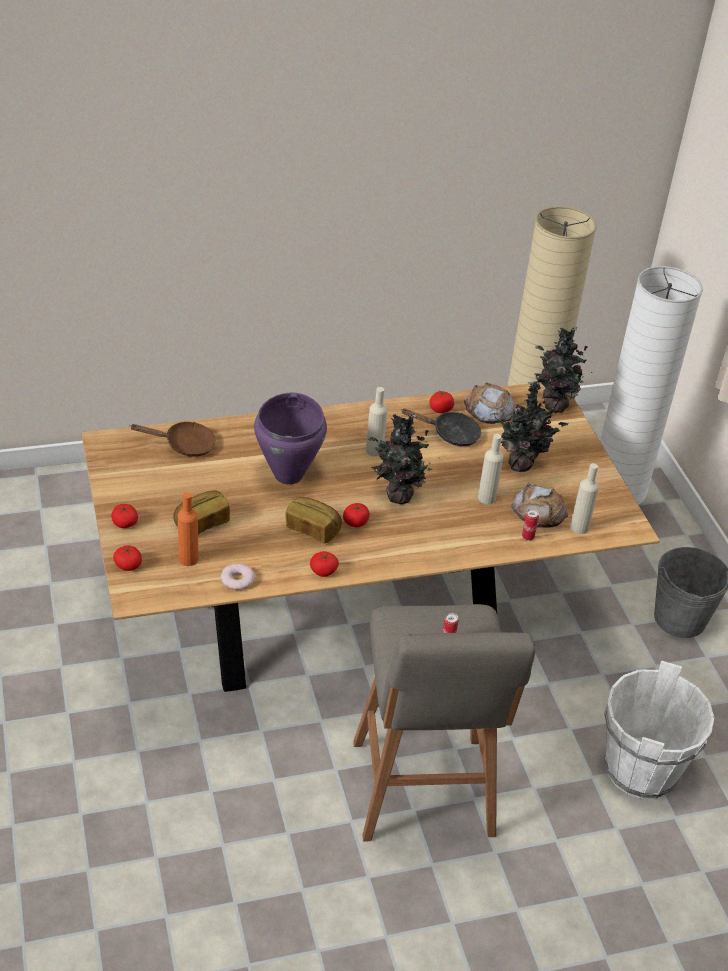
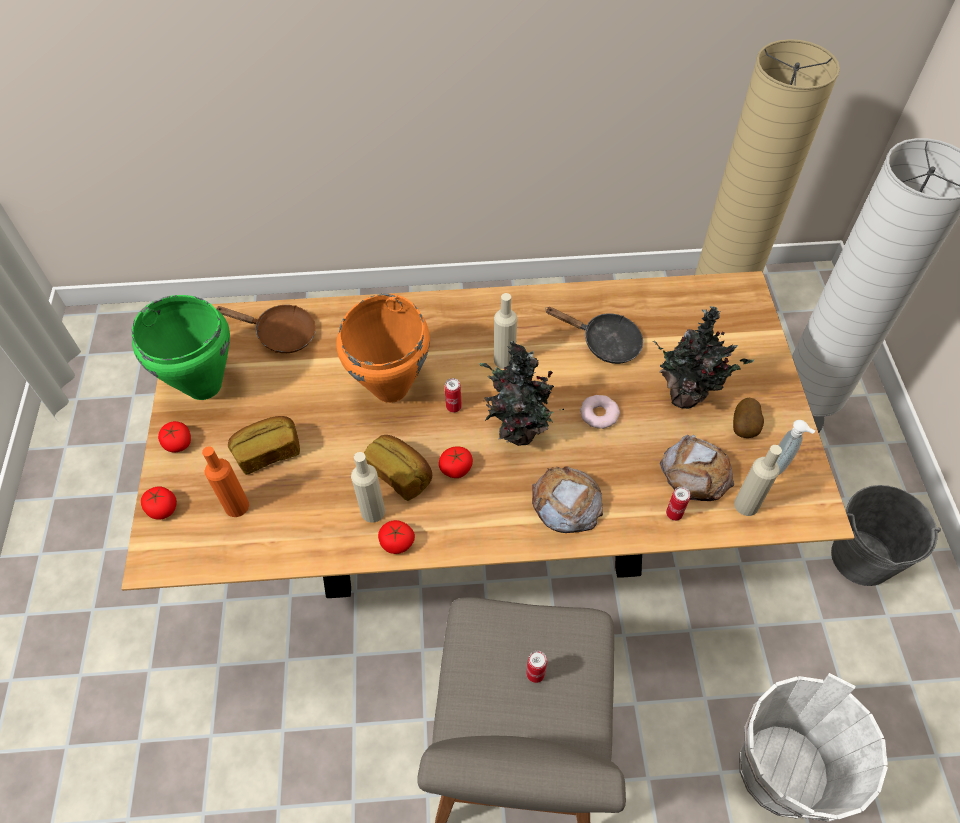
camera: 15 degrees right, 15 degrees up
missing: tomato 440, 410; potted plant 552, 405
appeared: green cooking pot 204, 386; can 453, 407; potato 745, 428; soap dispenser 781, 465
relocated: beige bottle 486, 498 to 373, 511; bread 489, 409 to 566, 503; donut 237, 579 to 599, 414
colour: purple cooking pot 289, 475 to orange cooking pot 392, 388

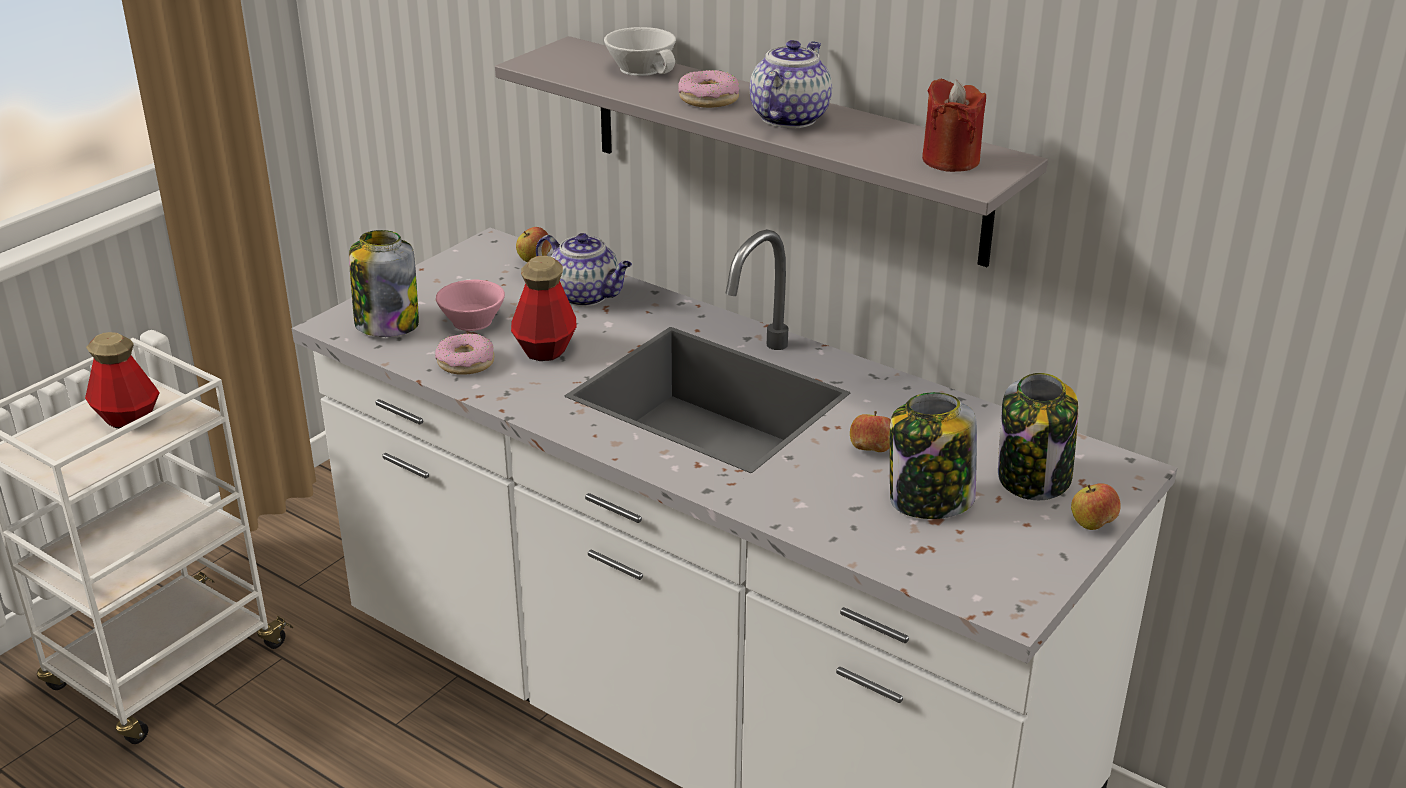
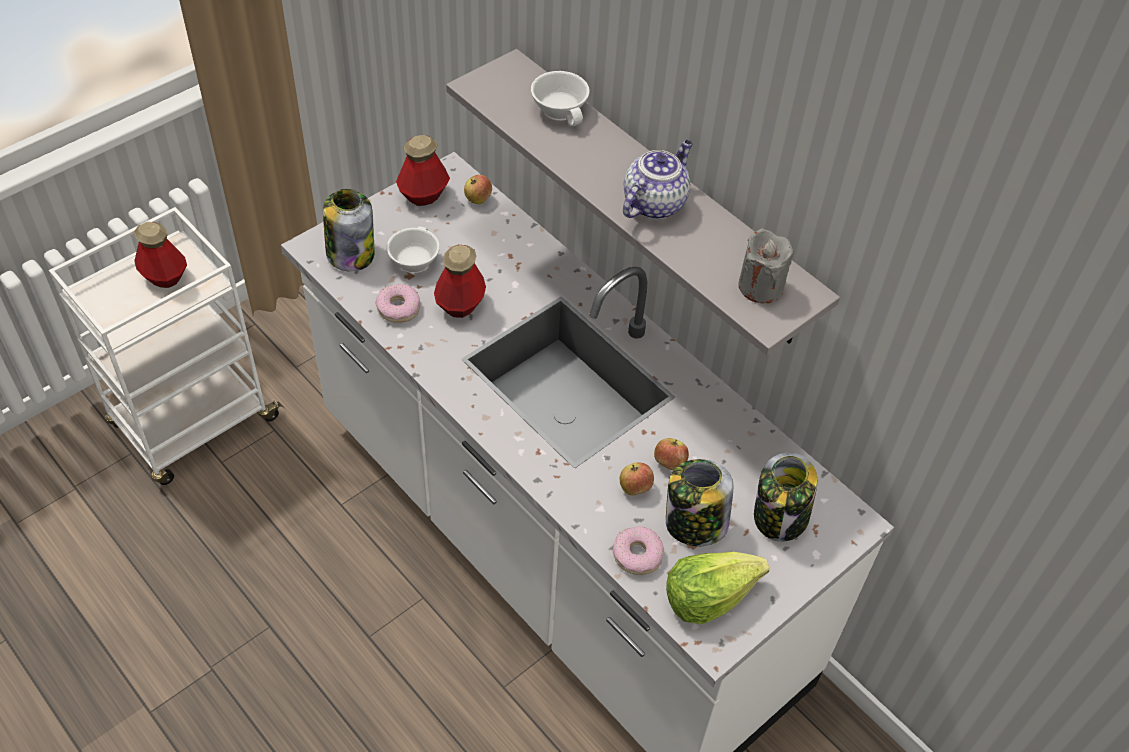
camera: 10 degrees right, 20 degrees up
missing: teapot 586, 296
appeared: bottle 424, 195; lettuce 708, 595
relocated: donut 709, 99 to 637, 555; apple 1092, 524 to 635, 487
colour: pink cup 470, 320 to white cup 412, 260; red candle 950, 160 to grey candle 760, 286

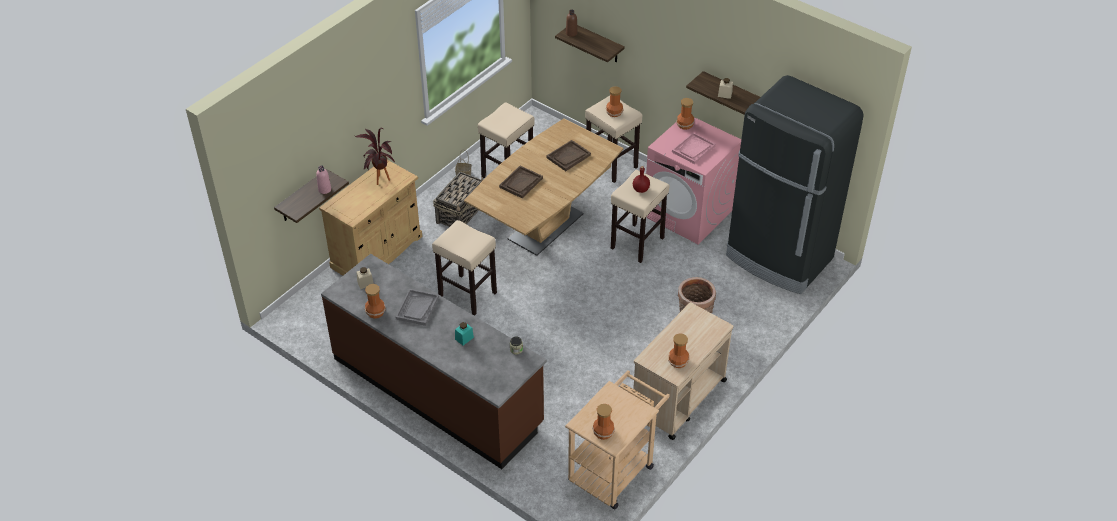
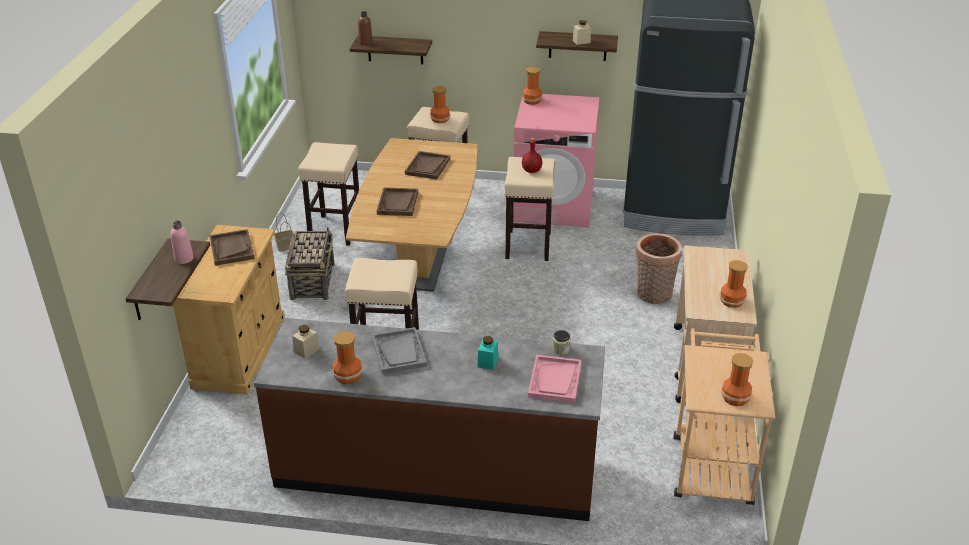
camera: 30 degrees left, 10 degrees down
relocated: pink tray 693, 149 to 555, 380
exchanged: potted plant 380, 183 to brown tray 231, 249

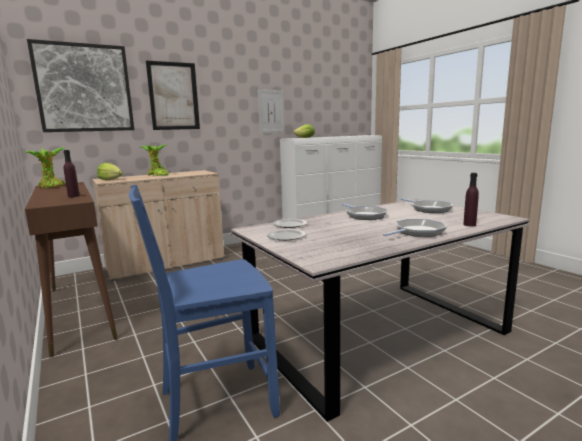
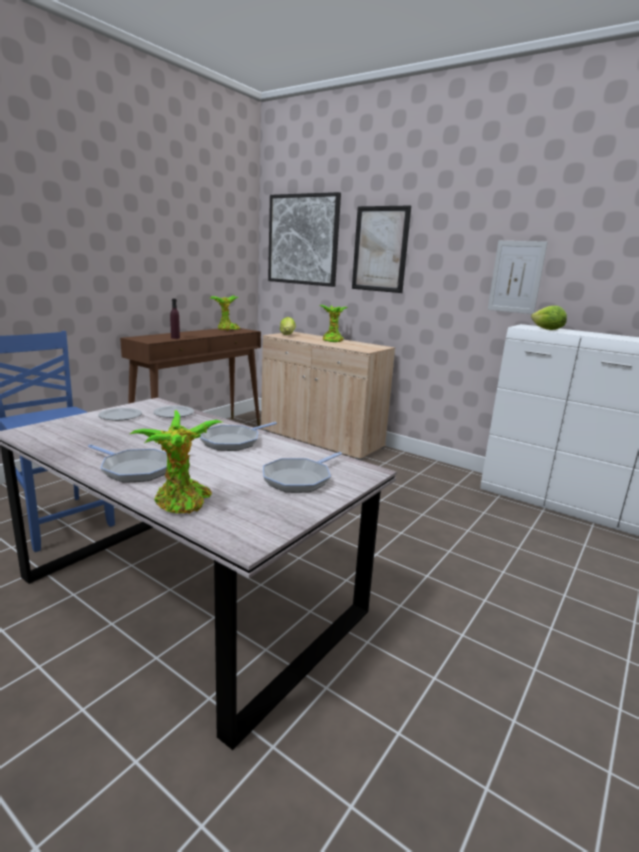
camera: 65 degrees right, 5 degrees up
exchanged: purple bottle 469, 225 to potted plant 182, 504

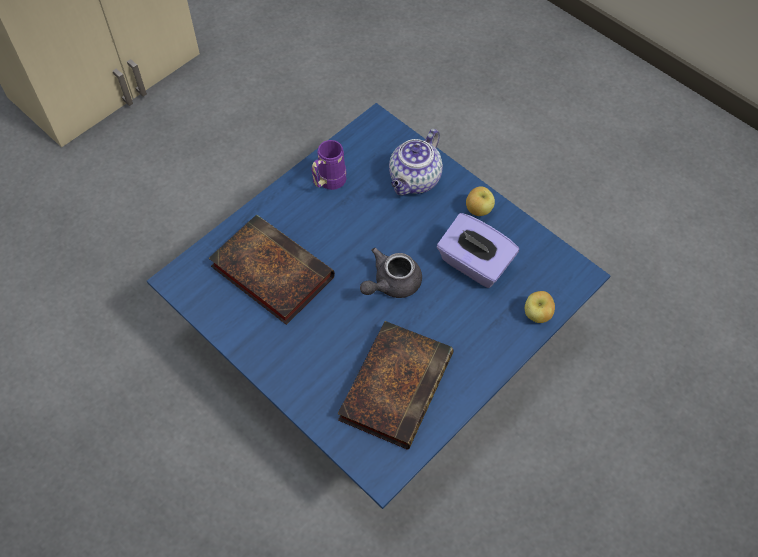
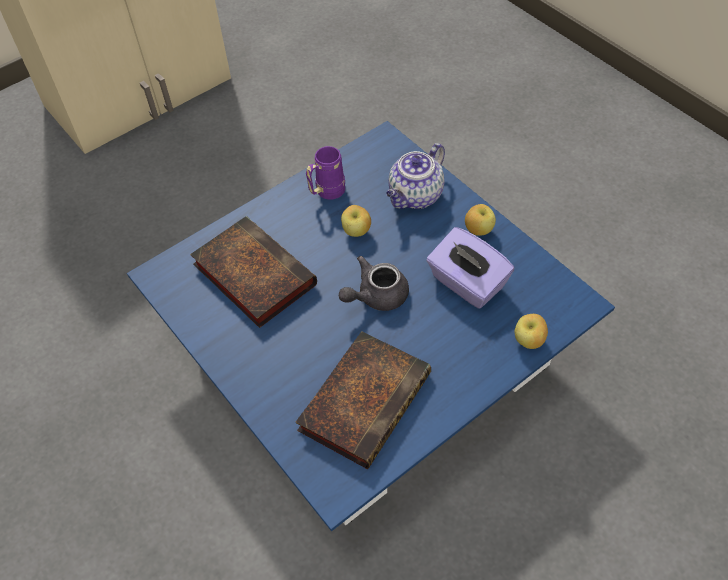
camera: 10 degrees right, 5 degrees down
appeared: apple 357, 231

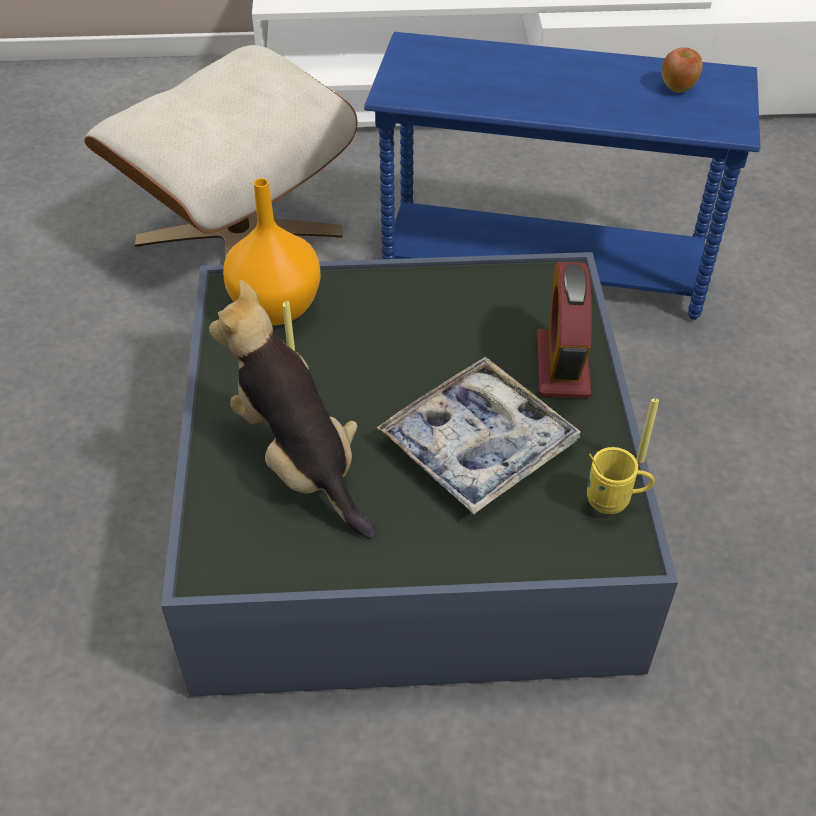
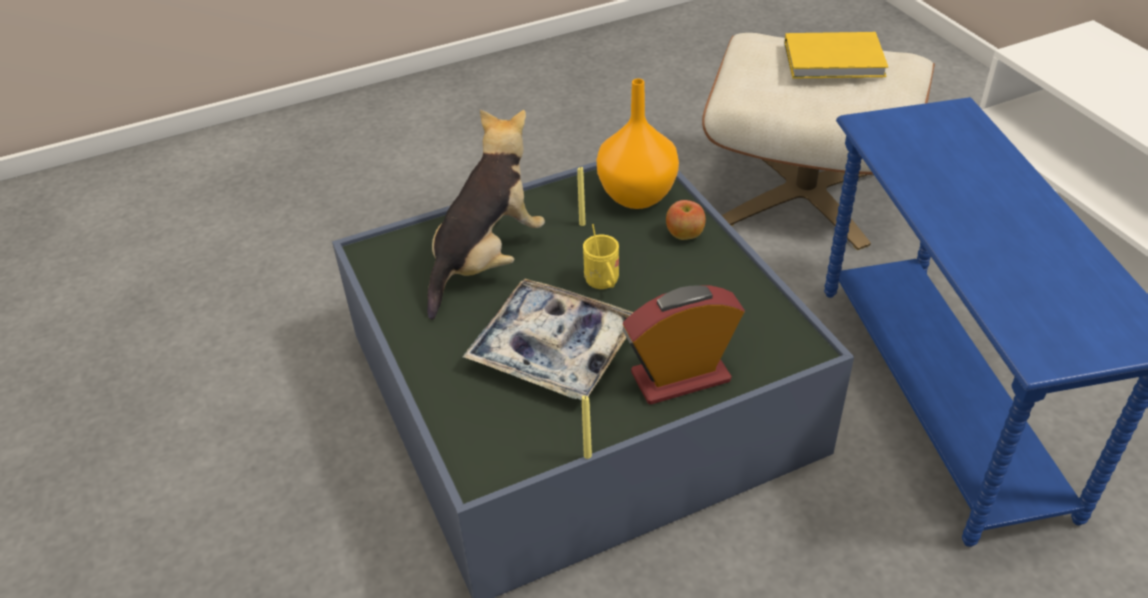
camera: 70 degrees right, 5 degrees down
appeared: yellow book 837, 60
relocated: yellow mug 614, 500 to 603, 284; apple 678, 87 to 685, 235

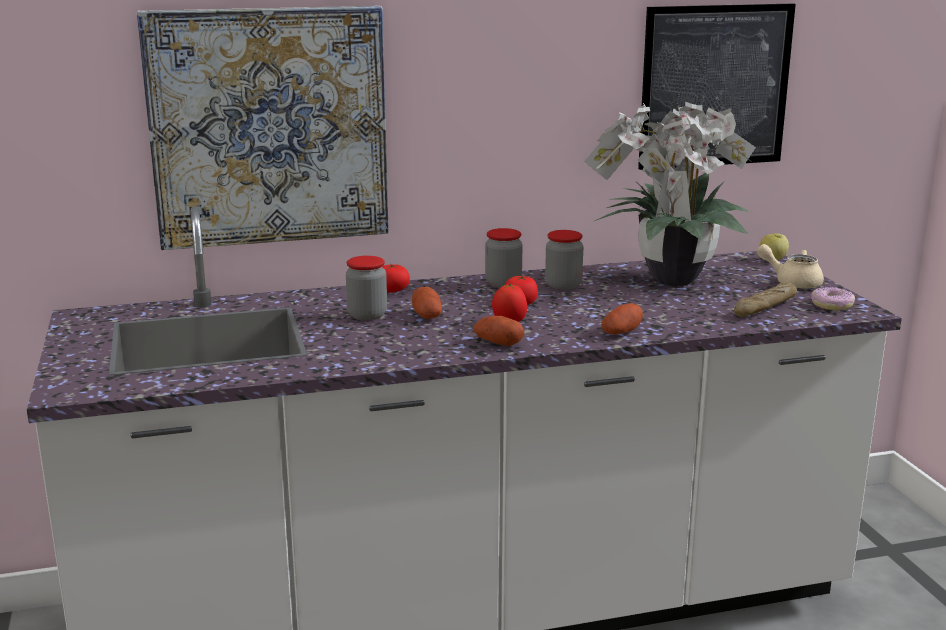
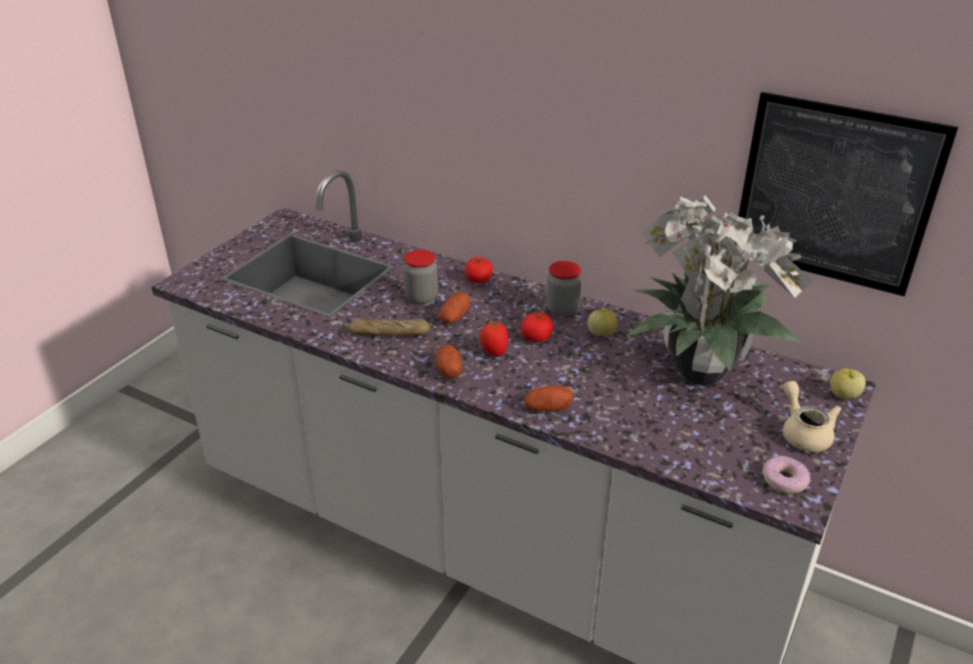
camera: 45 degrees right, 15 degrees up
missing: picture 269, 127
relocated: bread 765, 308 to 389, 334
exchanged: jar 563, 285 to apple 601, 334

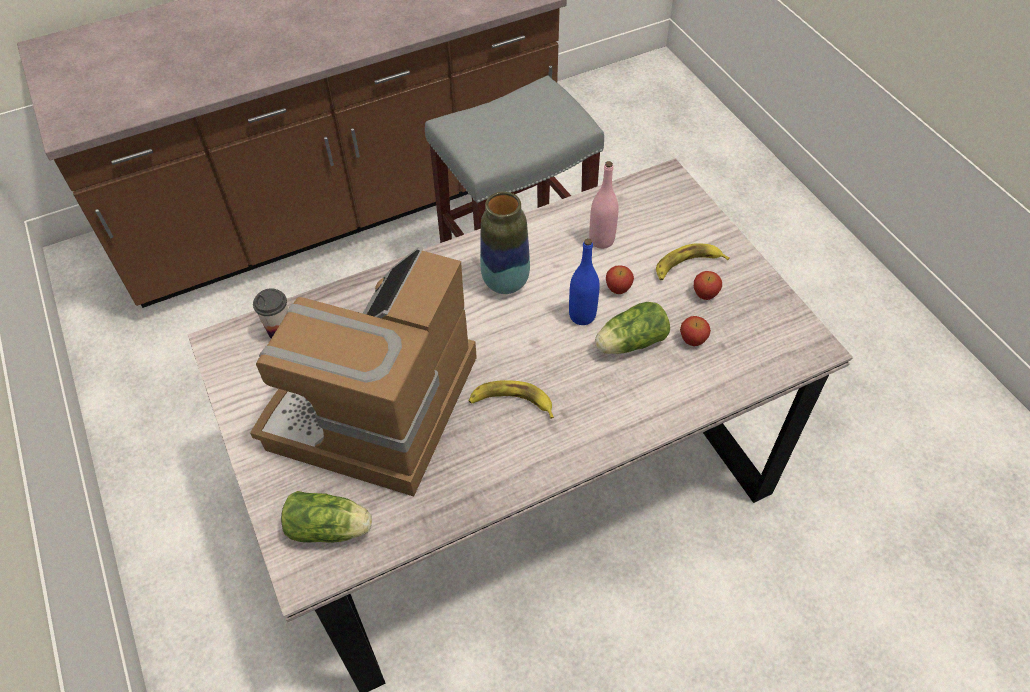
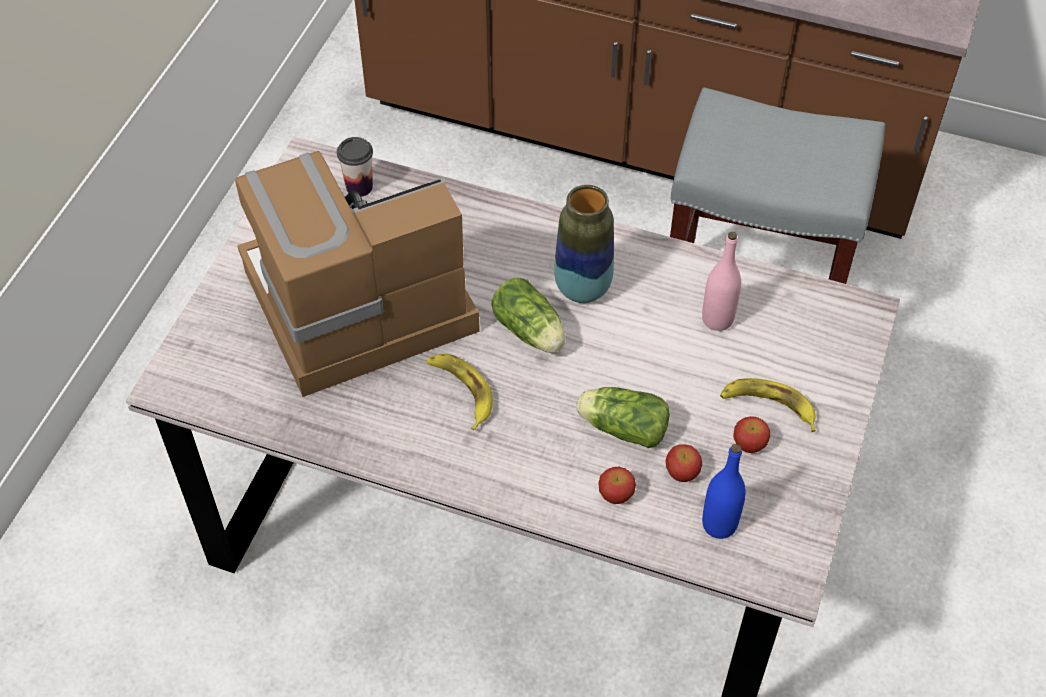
camera: 45 degrees right, 0 degrees up
relocated: lettuce 331, 528 to 531, 332; apple 618, 288 to 616, 495; blue bottle 582, 315 to 719, 524

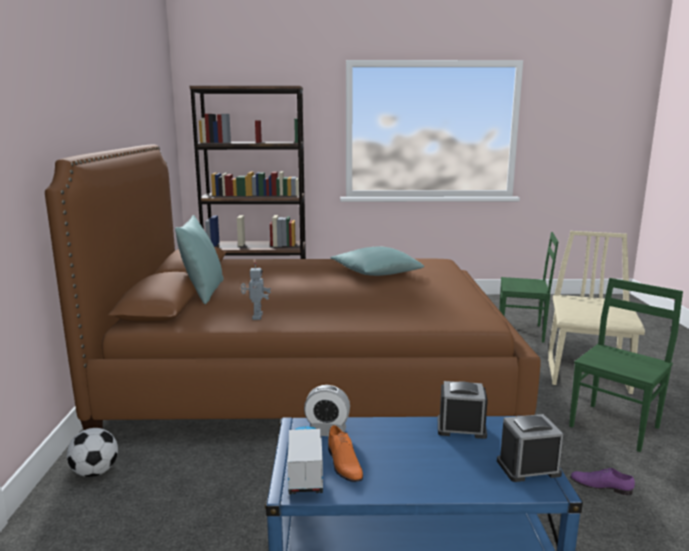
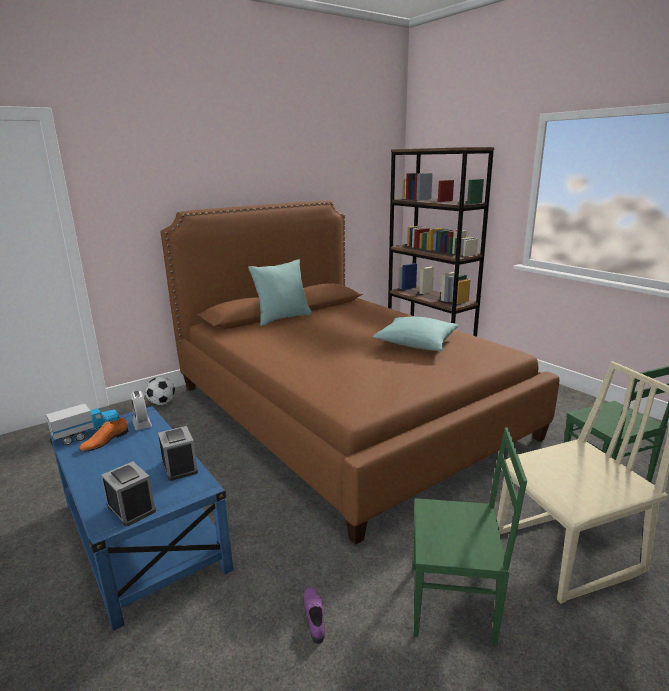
camera: 55 degrees right, 5 degrees up
missing: toy robot 256, 316

